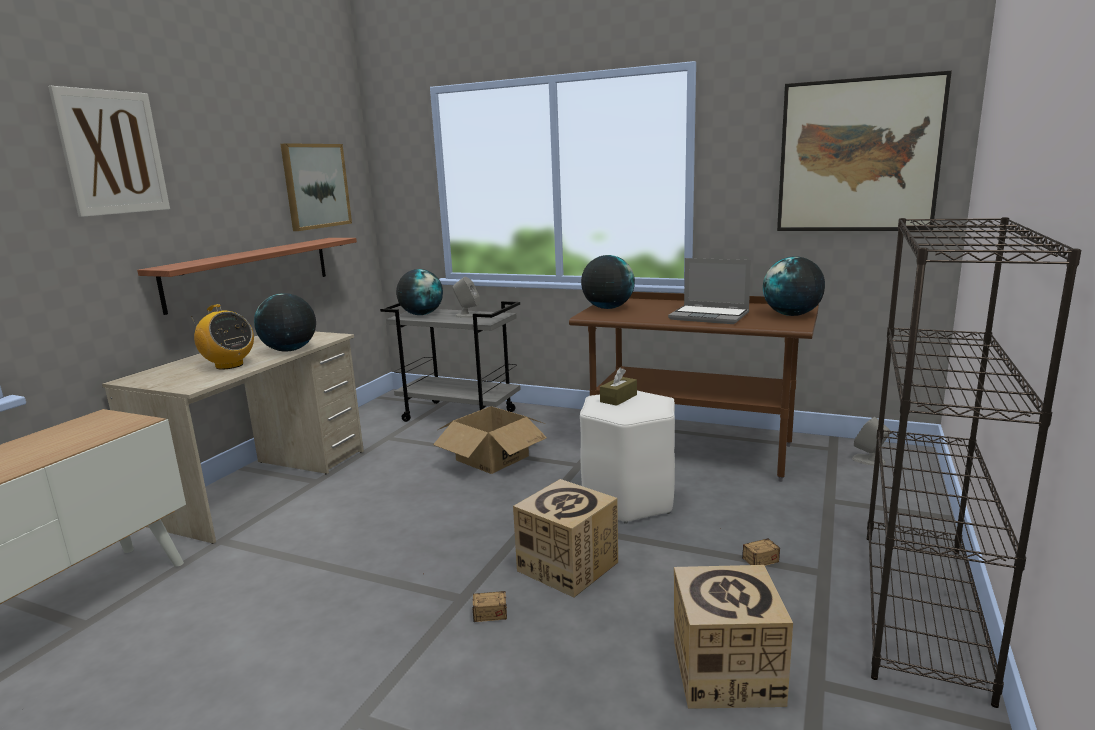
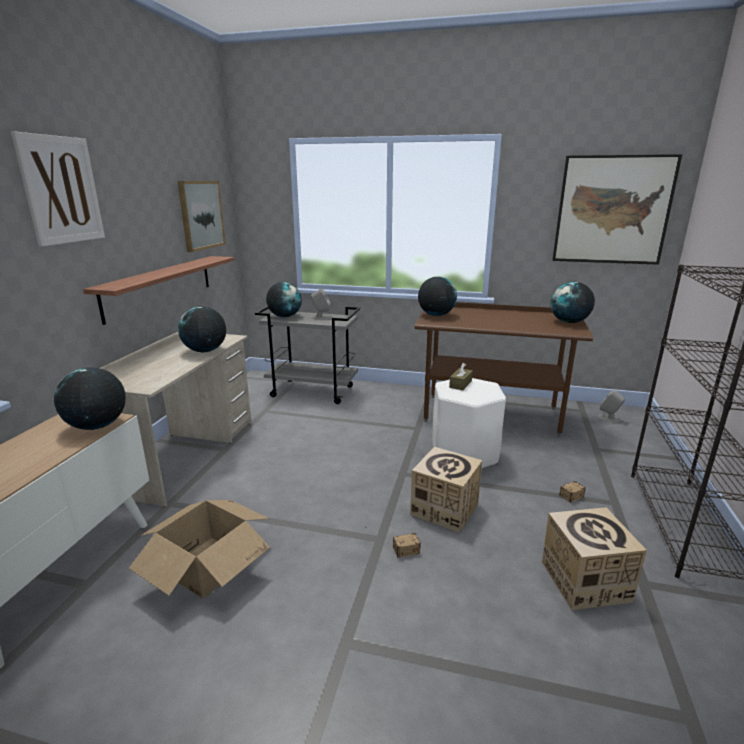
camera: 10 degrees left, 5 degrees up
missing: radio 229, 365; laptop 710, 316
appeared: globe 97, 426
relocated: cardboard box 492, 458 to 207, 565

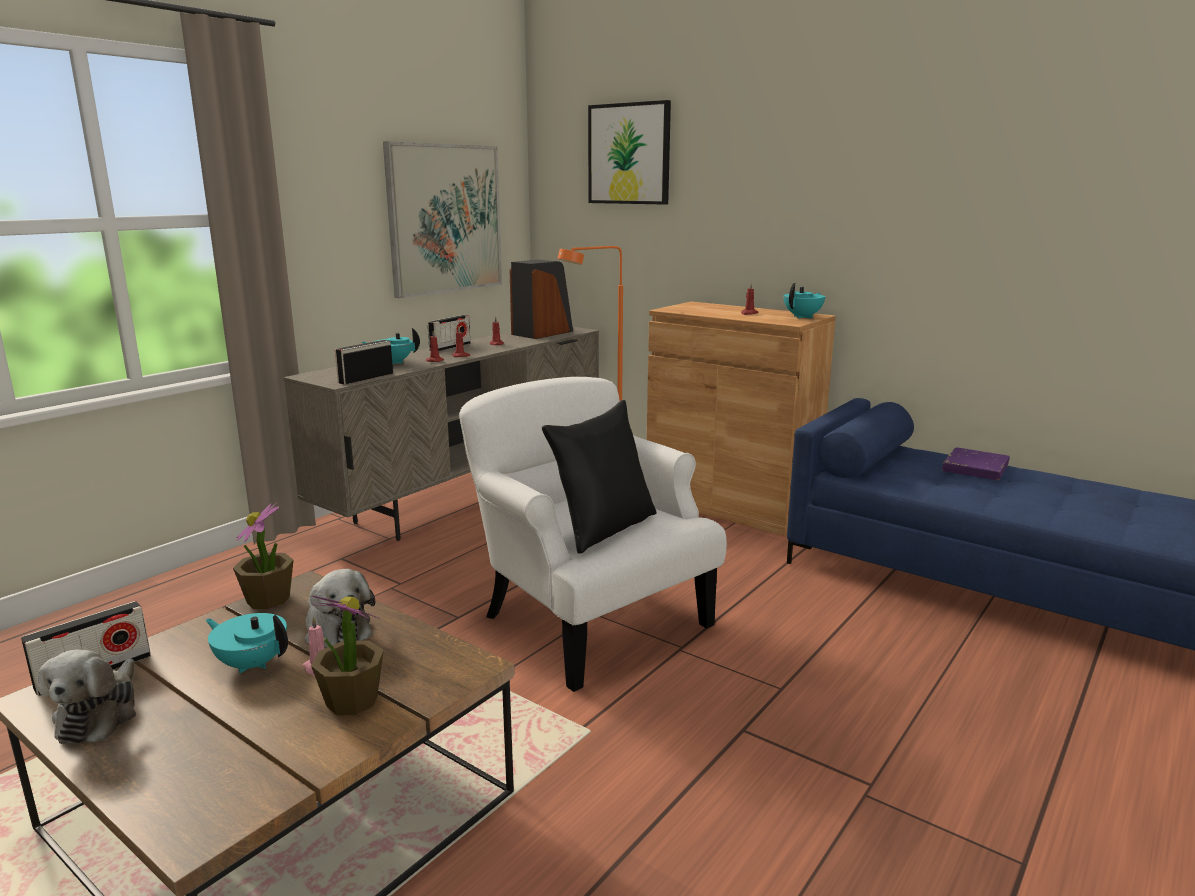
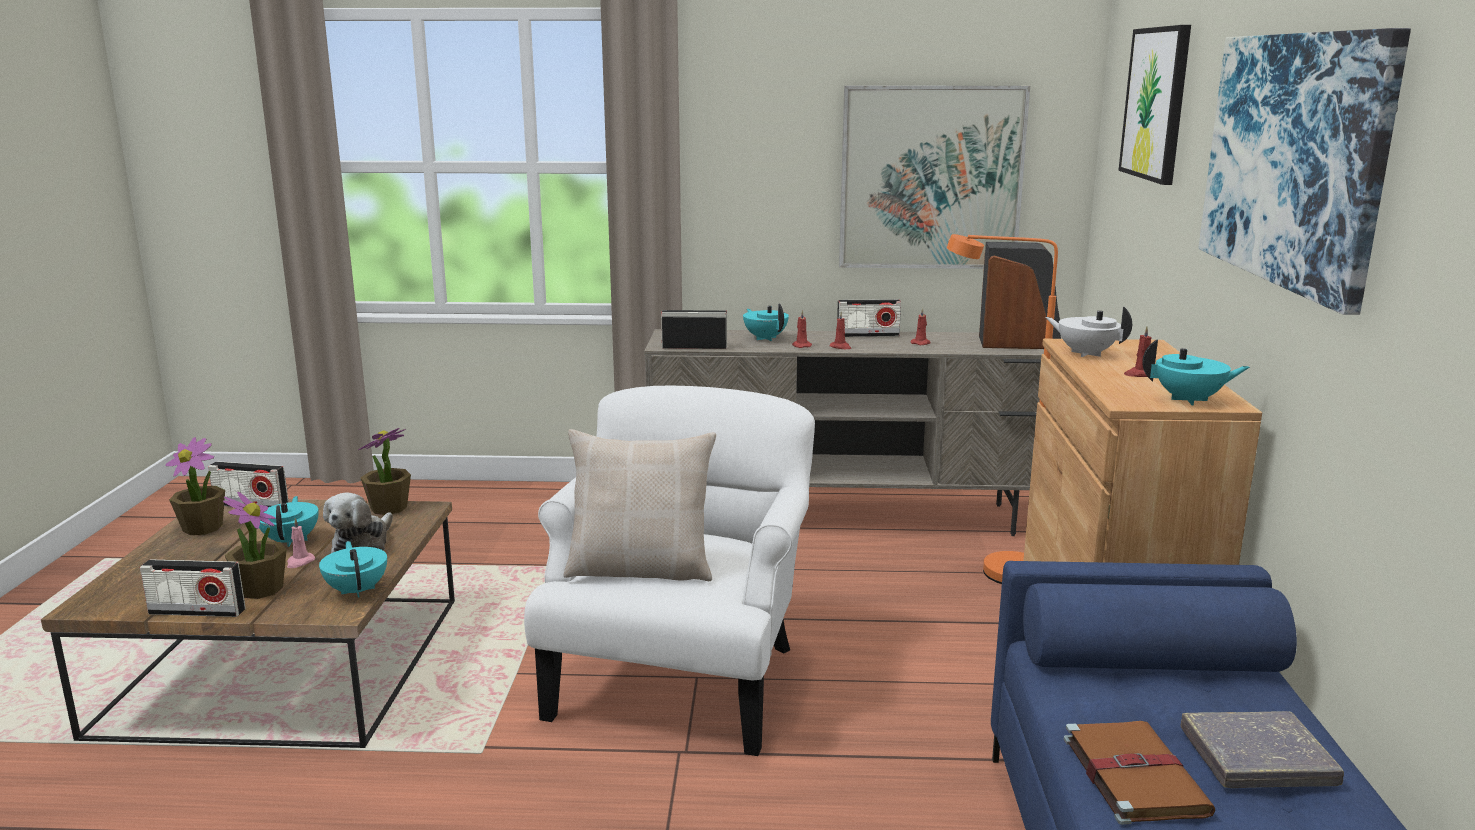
camera: 55 degrees right, 0 degrees up
appeared: radio 197, 611; turquoise teapot 357, 590; white teapot 1085, 353; brown book 1132, 774; picture 1293, 159
exchanged: plush toy 99, 714 to potted plant 203, 528
colour: black pillow 603, 528 to beige pillow 641, 569; purple book 975, 469 to grey book 1257, 758

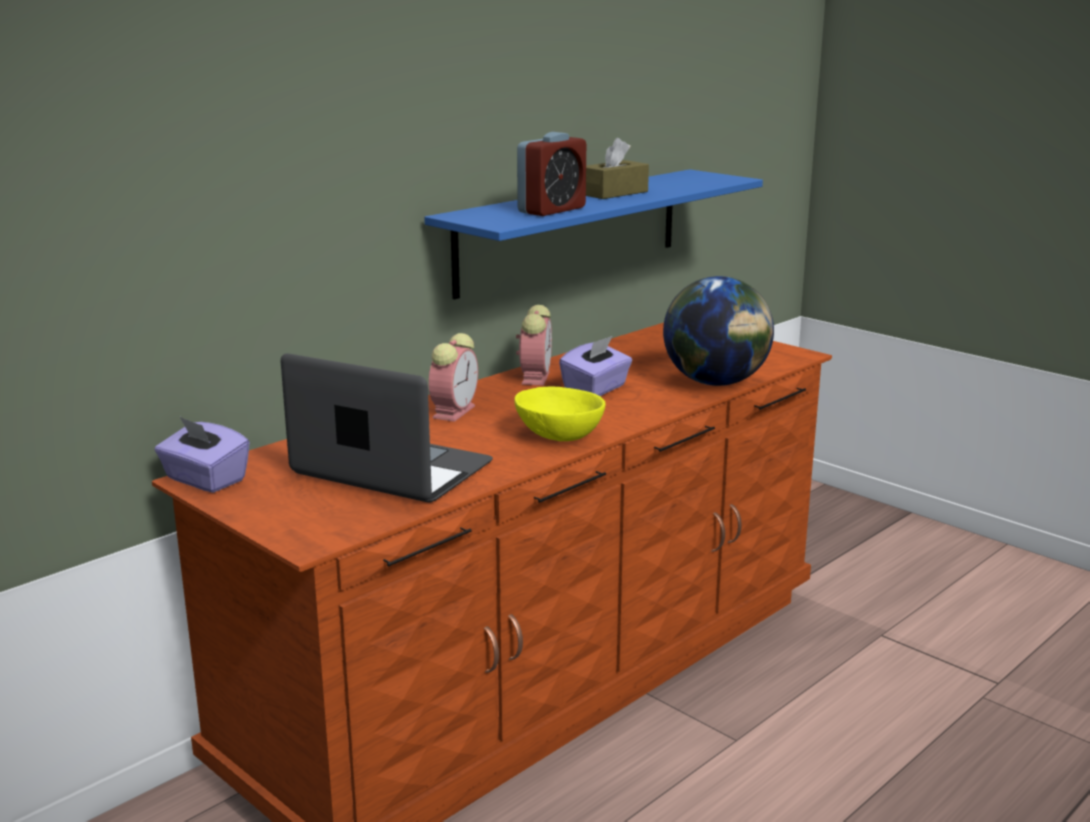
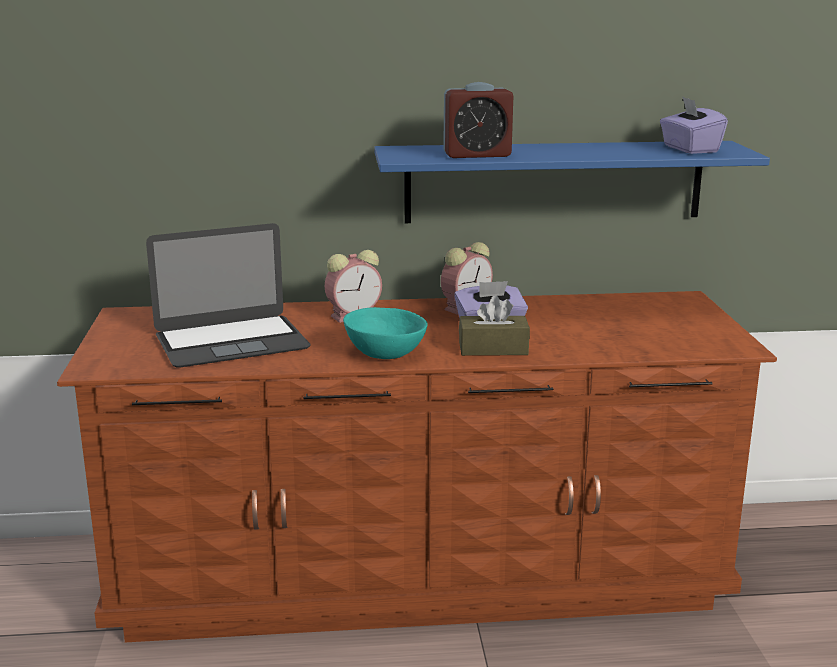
camera: 40 degrees right, 0 degrees up
missing: globe 716, 382
relocated: brown tissue box 614, 193 to 493, 349; purple tissue box 204, 480 to 689, 149
colour: yellow bowl 559, 435 to turquoise bowl 384, 353
spun: laptop 392, 468 = 231, 341 90 degrees clockwise

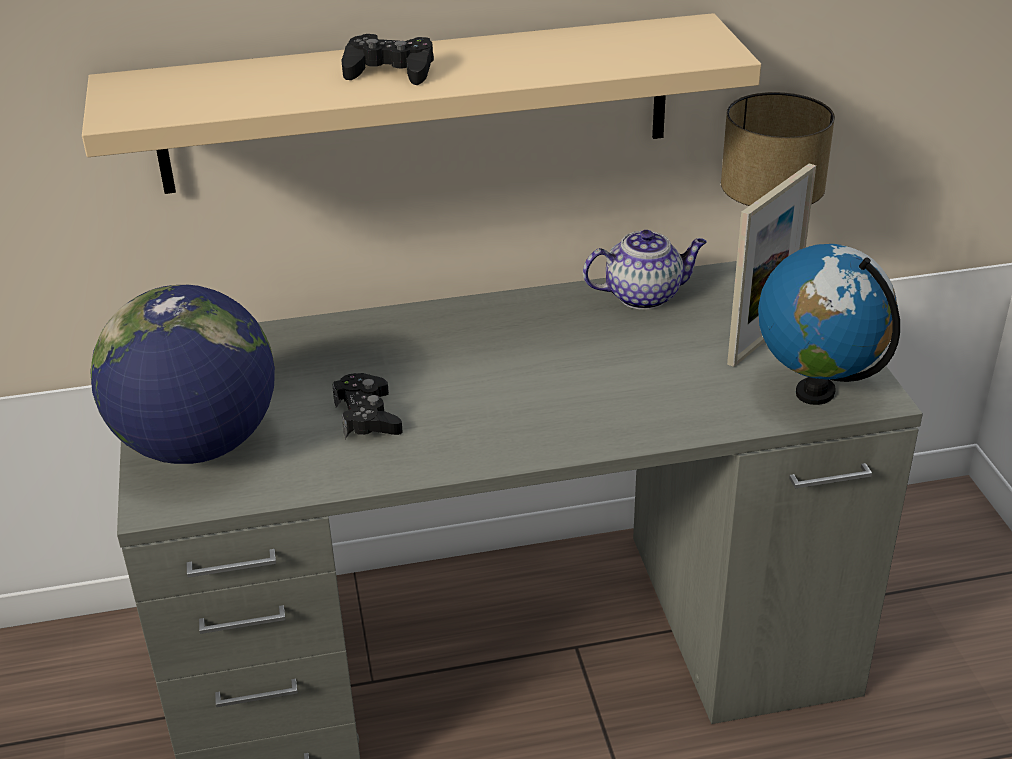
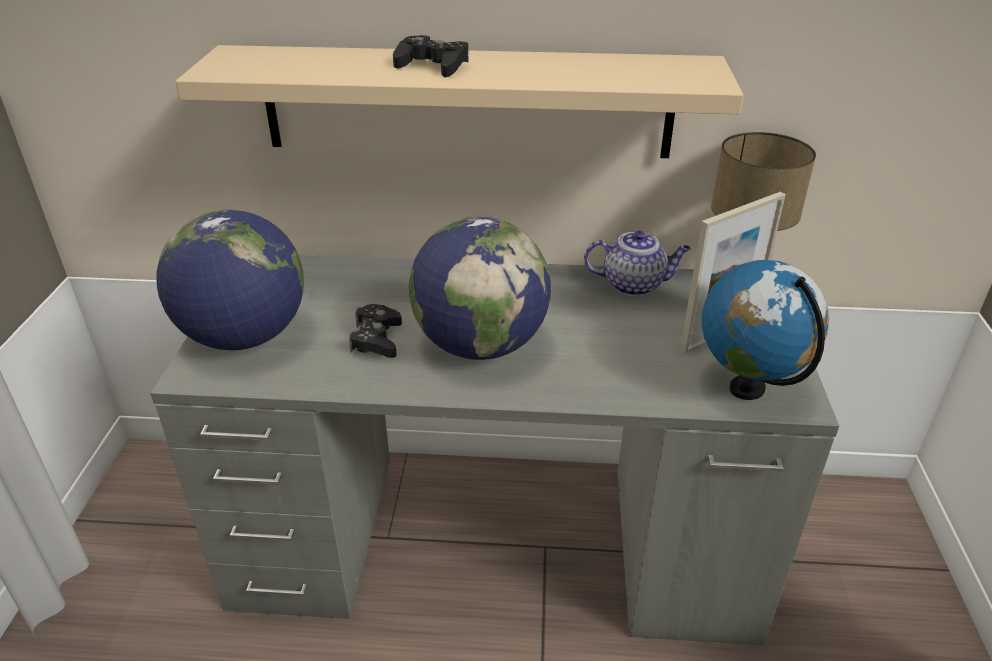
camera: 15 degrees right, 0 degrees up
appeared: globe 480, 345

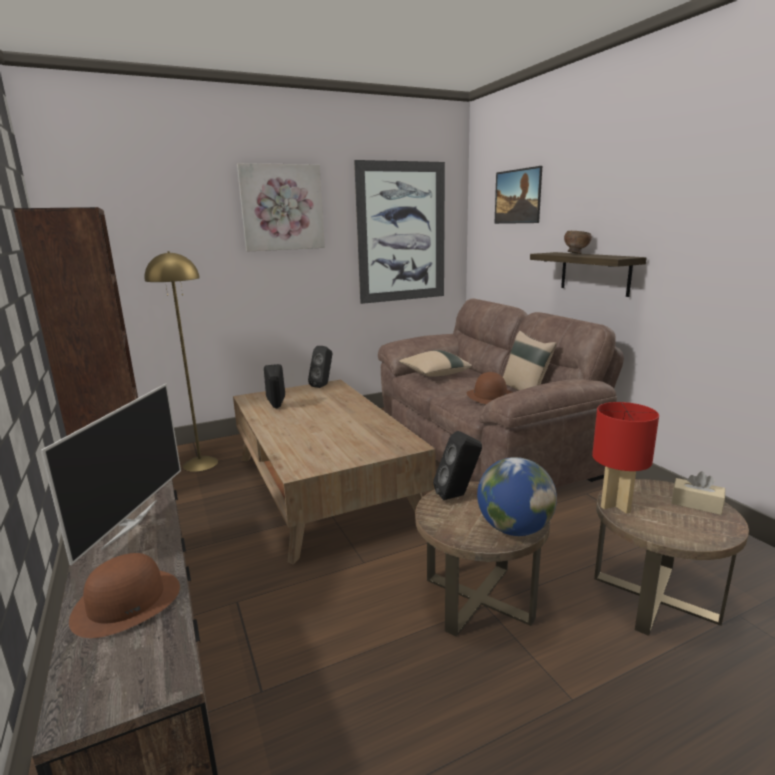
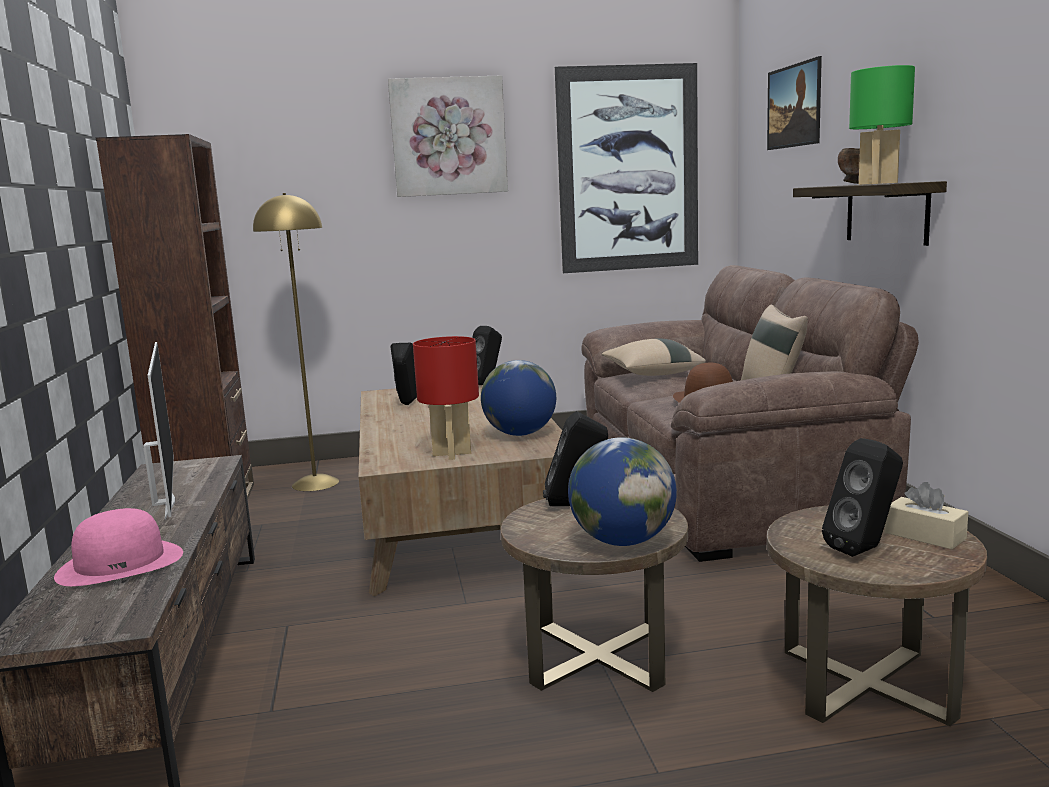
camera: 15 degrees right, 5 degrees down
appeared: globe 520, 434; black speaker 865, 550; green table lamp 878, 183
relocated: red table lamp 615, 504 to 451, 454
colour: brown hat 127, 601 to pink hat 121, 563
spun: television 129, 523 = 163, 502 45 degrees counterclockwise

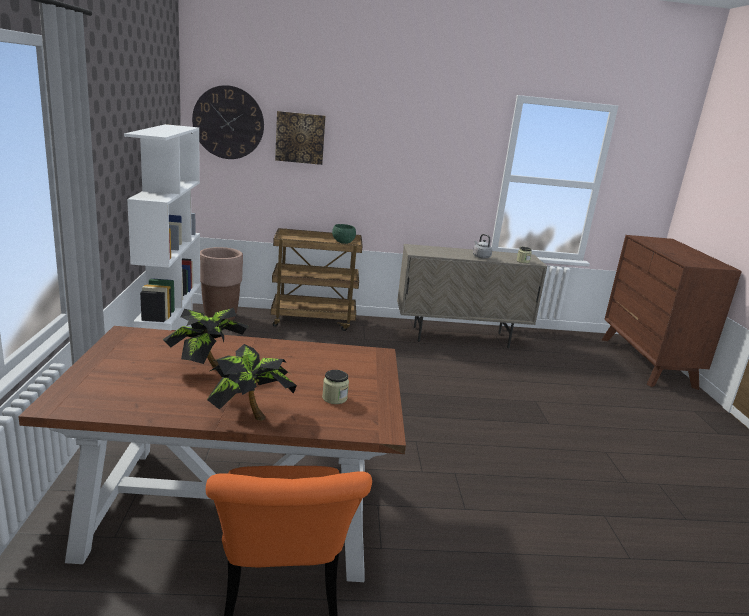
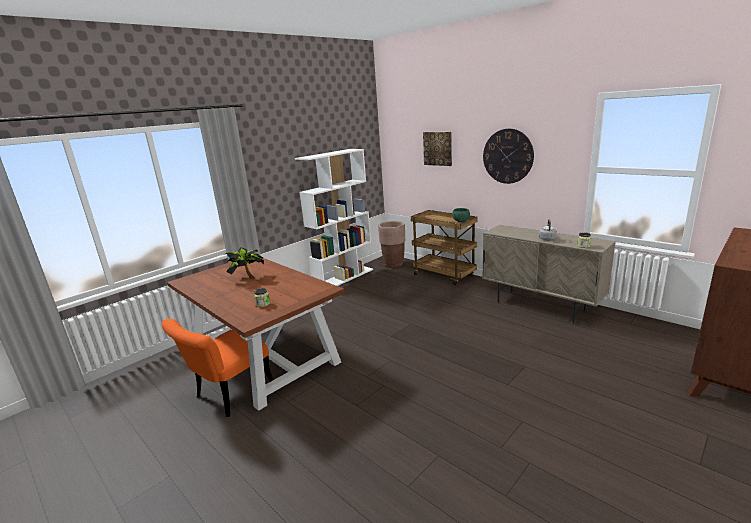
camera: 50 degrees right, 0 degrees up
missing: potted plant 249, 416
relocated: wall clock 228, 122 to 507, 156

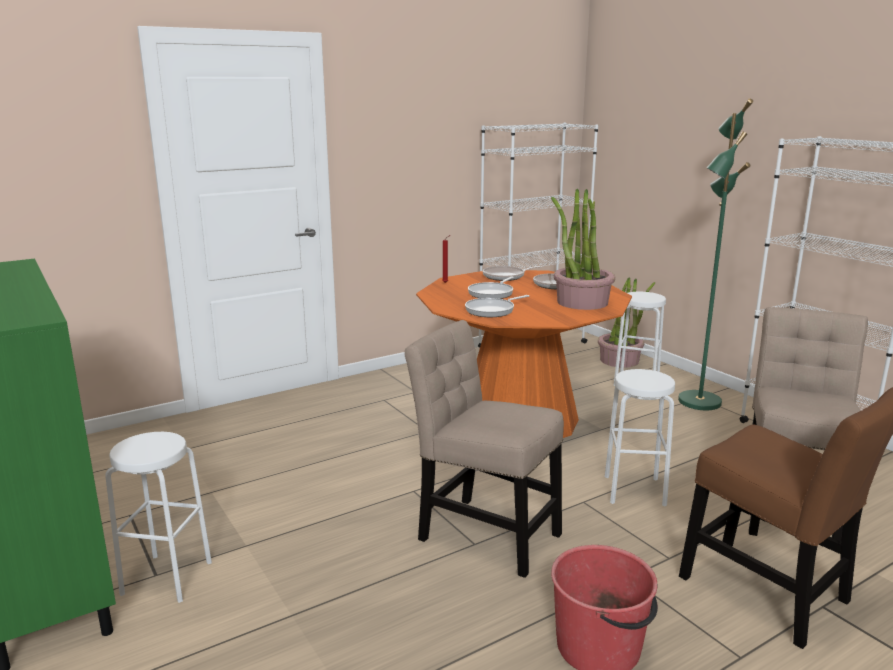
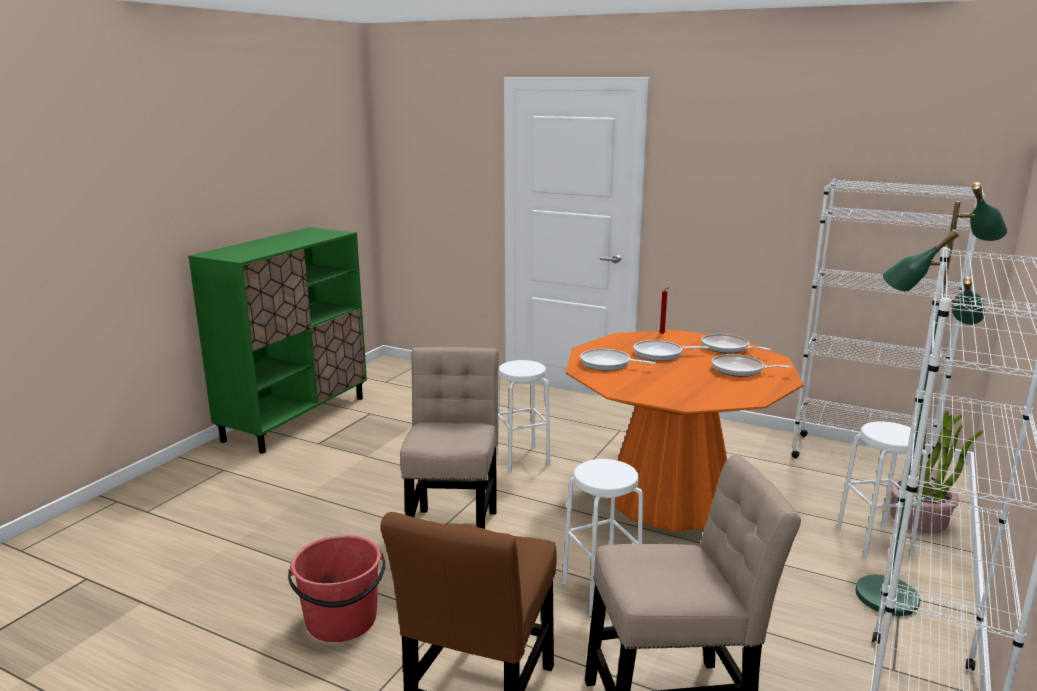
camera: 60 degrees right, 0 degrees up
missing: potted plant 581, 302
relocated: white stool 166, 577 to 522, 459

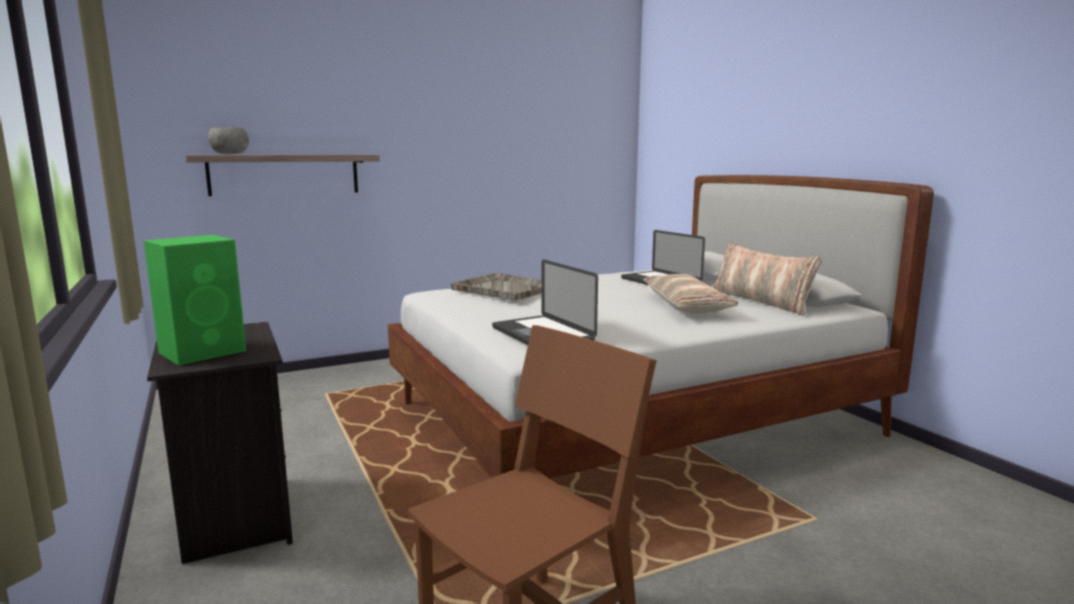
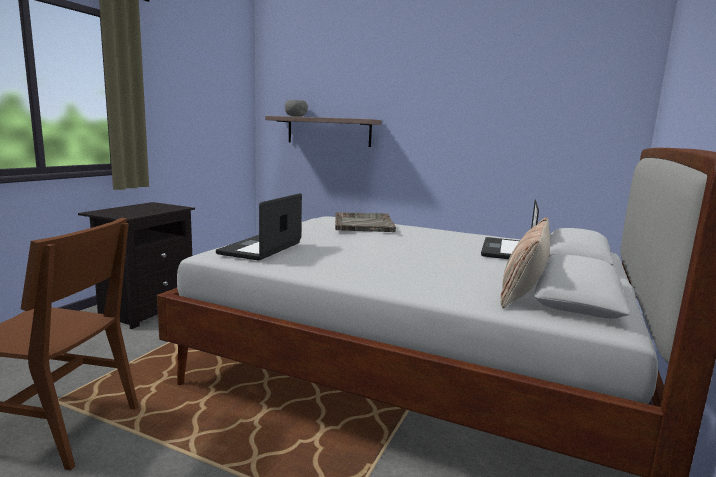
camera: 50 degrees right, 0 degrees up
missing: green speaker 204, 351; pillow 686, 306

